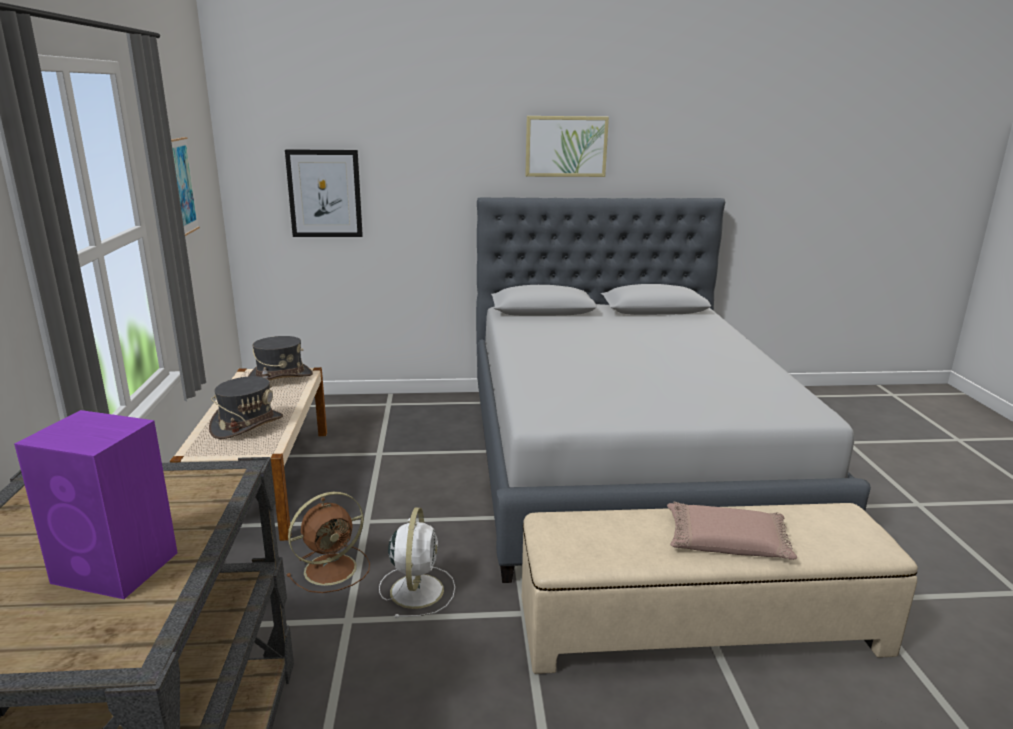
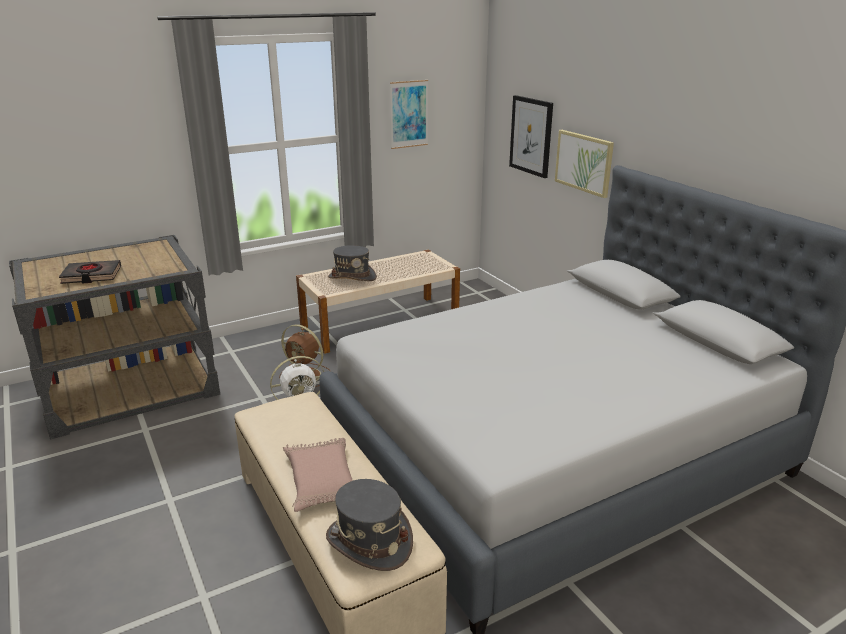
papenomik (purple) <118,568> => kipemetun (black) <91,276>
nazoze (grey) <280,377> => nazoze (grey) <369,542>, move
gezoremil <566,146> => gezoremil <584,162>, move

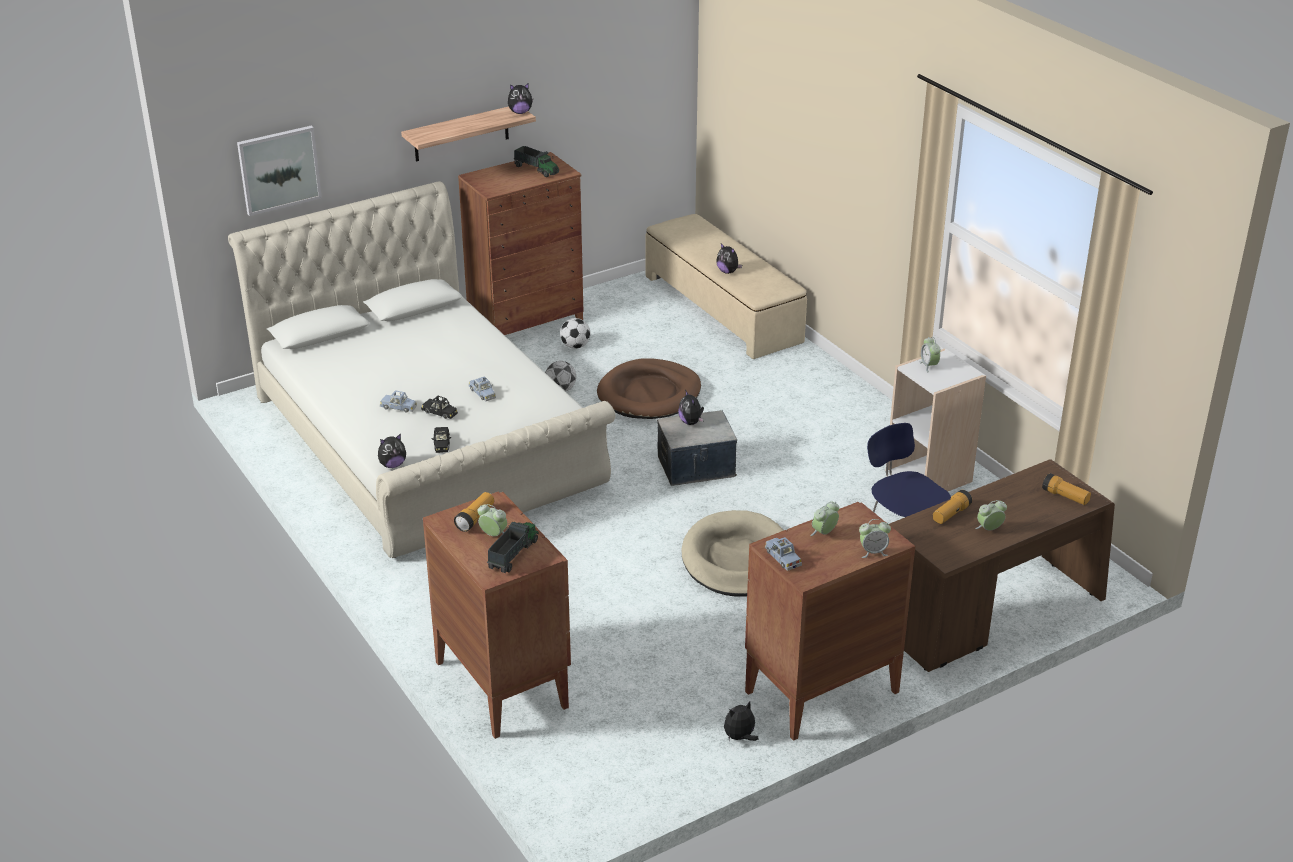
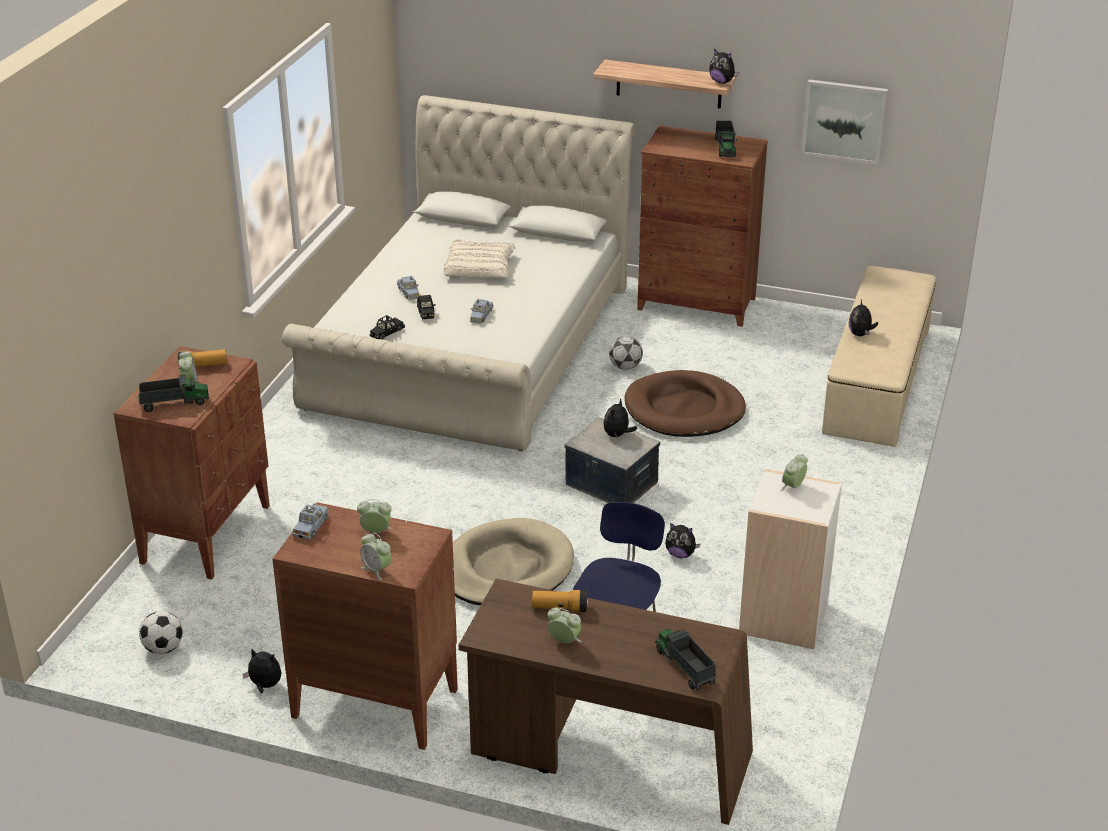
gezoremil <279,169> => gezoremil <844,121>, move
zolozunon <392,465> => zolozunon <680,554>, move
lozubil <575,346> => lozubil <164,648>, move
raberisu <1065,497> => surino <684,666>
nothing => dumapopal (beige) <479,268>

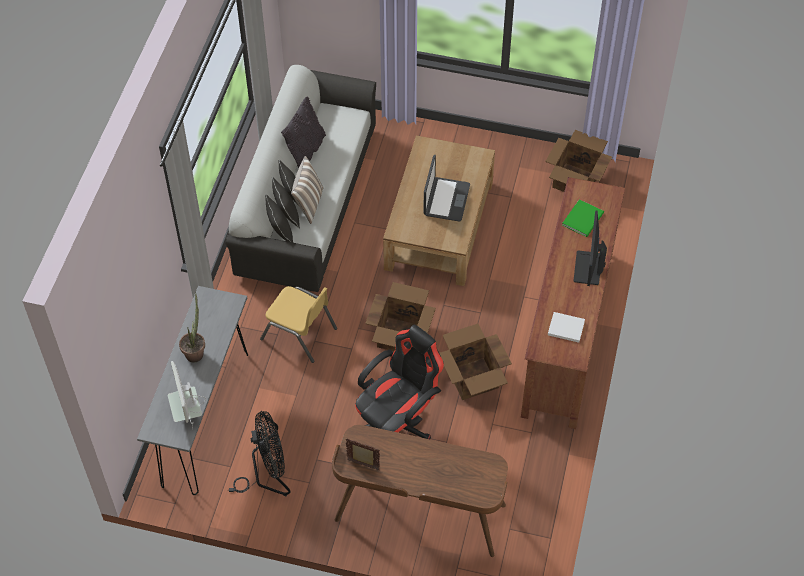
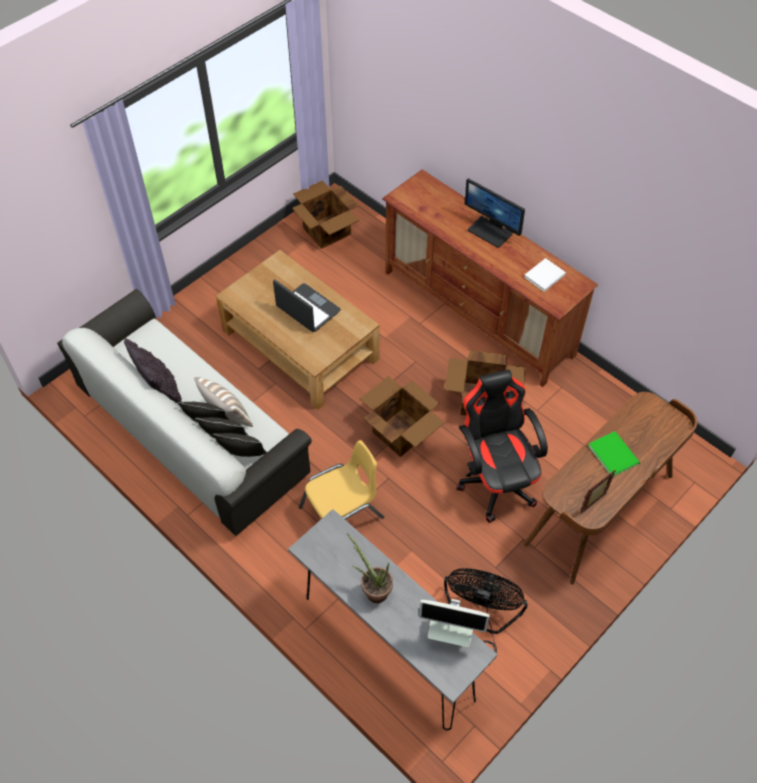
kipemetun (green) <584,218> => kipemetun (green) <613,453>, move

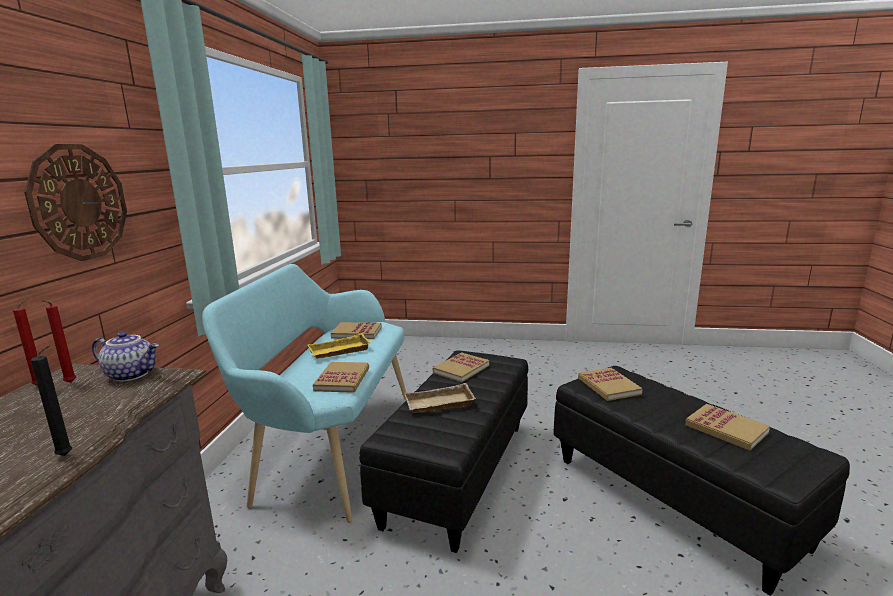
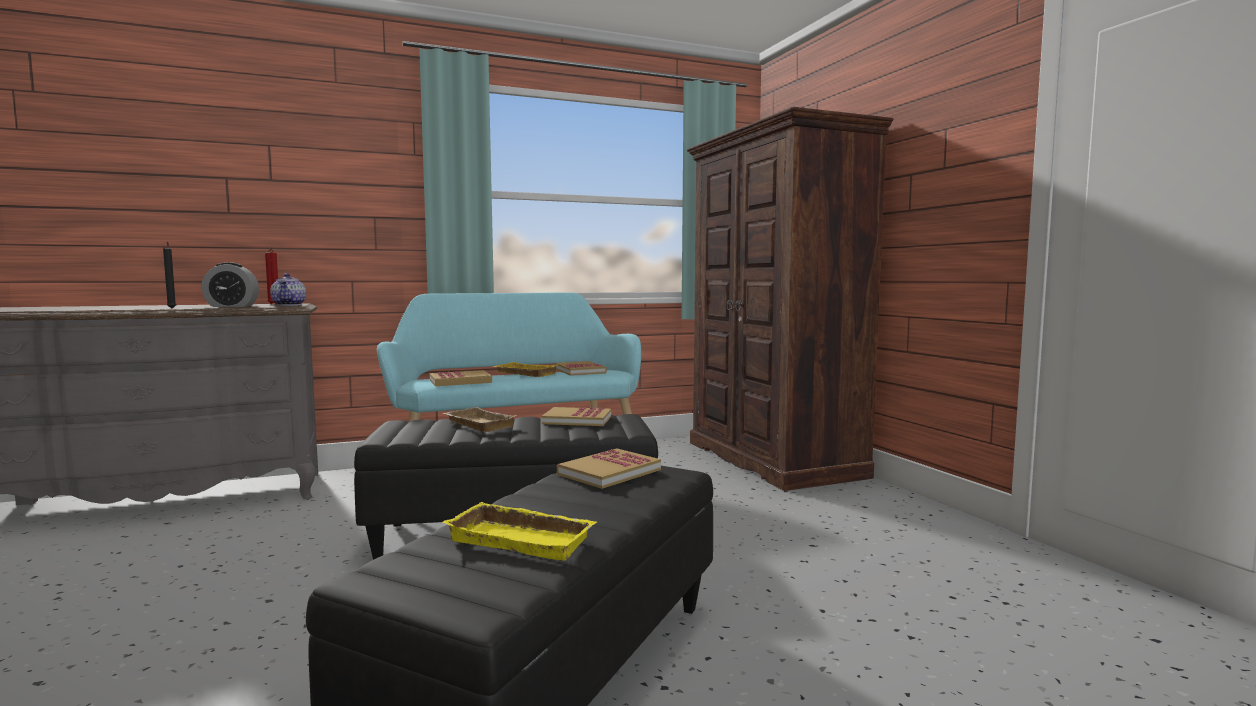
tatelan <79,202> => nothing
kipemetun <726,429> => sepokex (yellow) <524,539>
nothing => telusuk <232,306>
nothing => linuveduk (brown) <772,459>

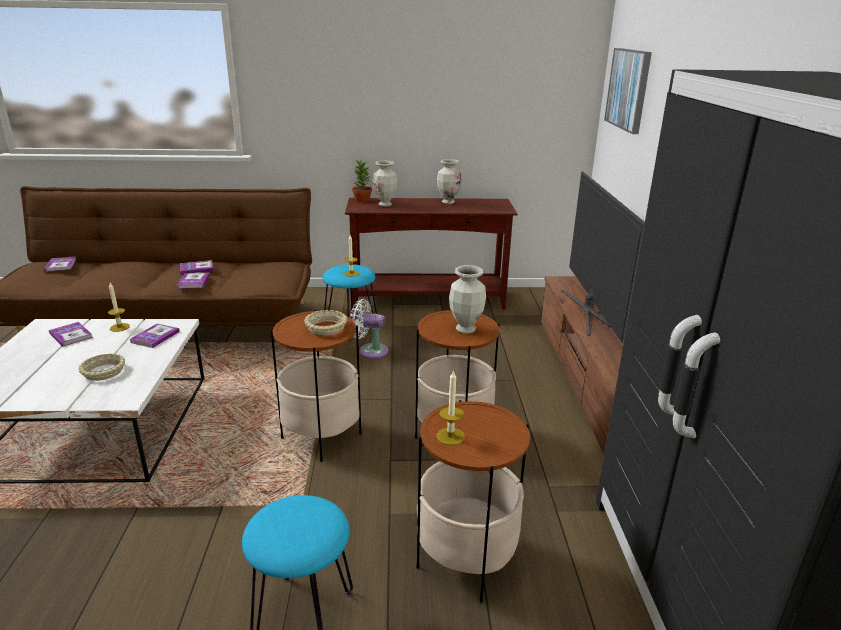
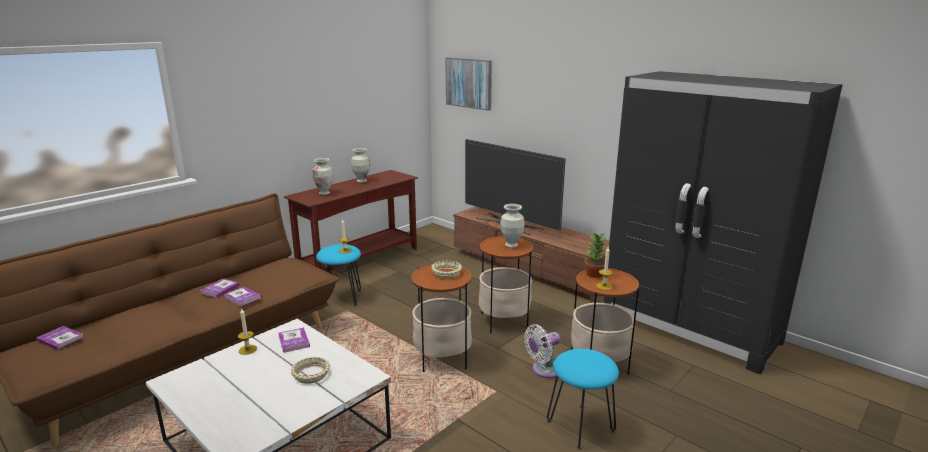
kipemetun <71,335> => nothing
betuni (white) <370,351> => betuni (white) <543,370>, move
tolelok <362,200> => tolelok <594,274>, move

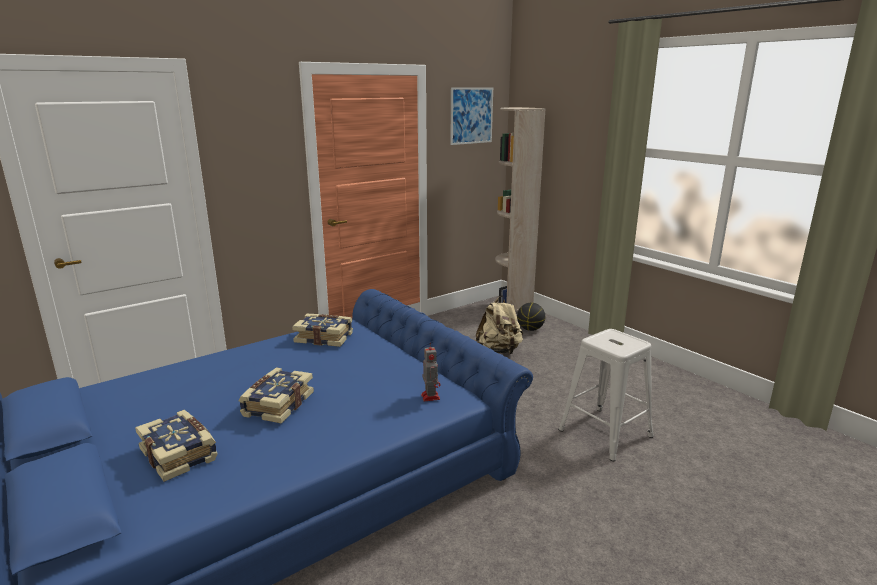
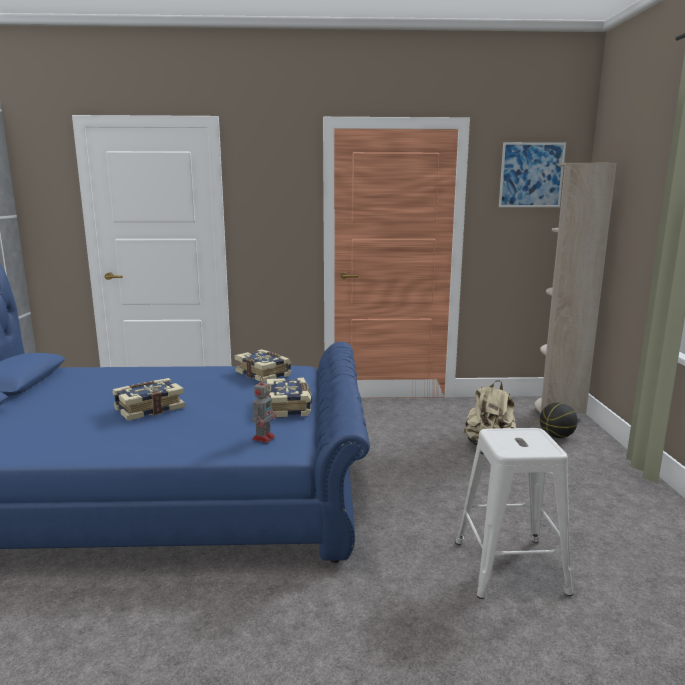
kipemetun <180,454> => kipemetun <289,407>, move

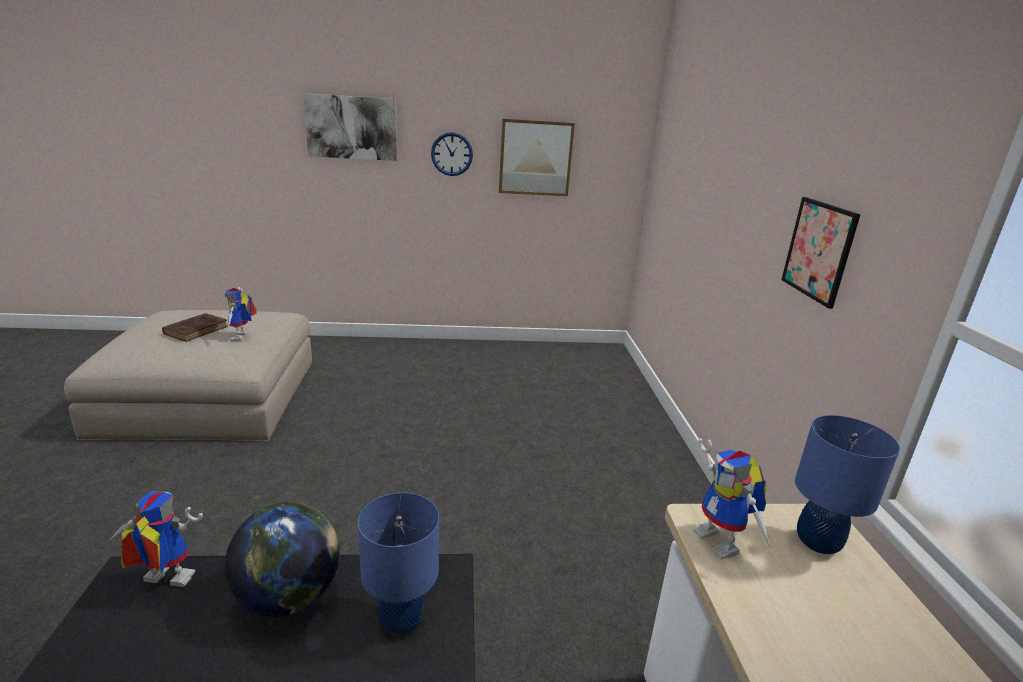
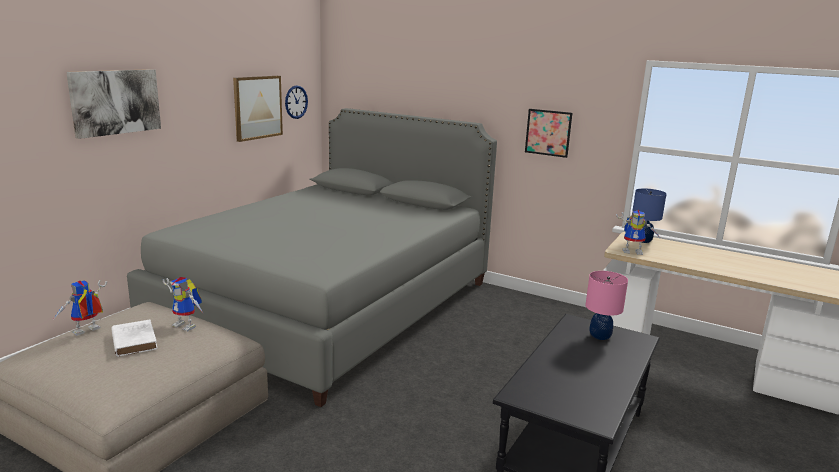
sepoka <161,582> => sepoka <86,332>, move
kipemetun (brown) <197,330> => kipemetun (white) <134,340>
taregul <289,597> => nothing
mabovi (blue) <399,621> => mabovi (pink) <599,337>
tatelan <452,154> => tatelan <296,102>, move
nothing => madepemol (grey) <330,306>

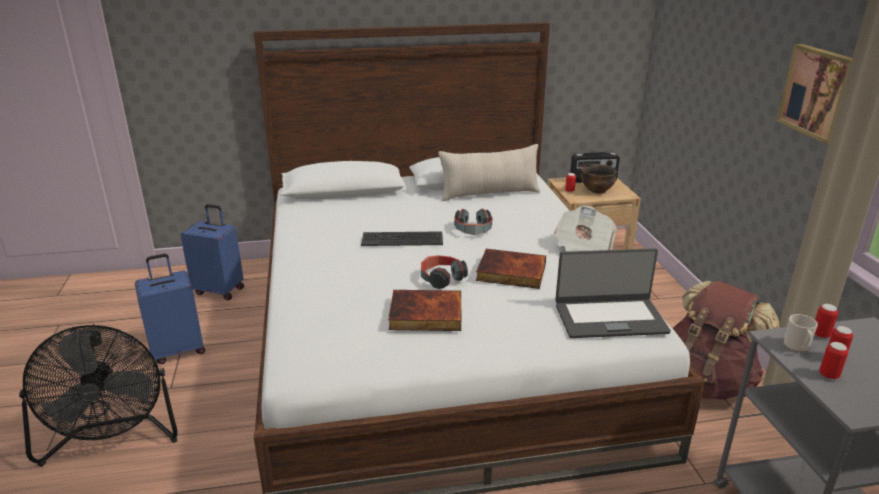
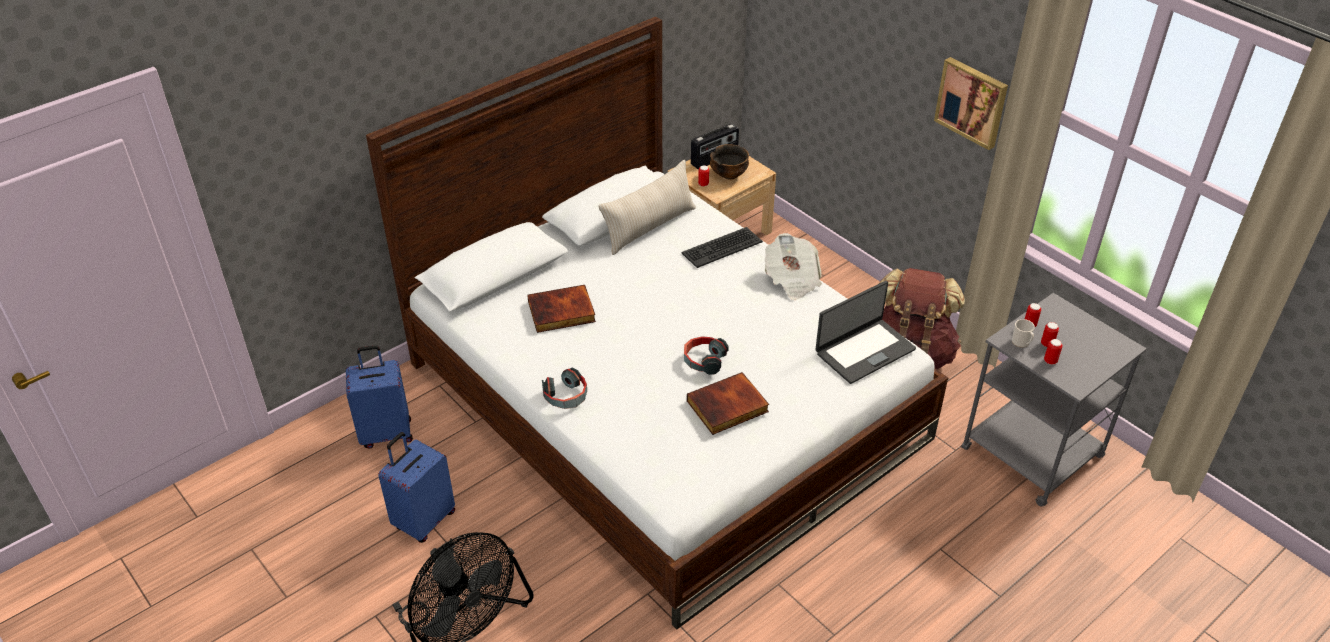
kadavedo <402,239> => kadavedo <721,247>, move
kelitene <473,230> => kelitene <566,396>, move
kipemetun <510,273> => kipemetun <561,312>, move

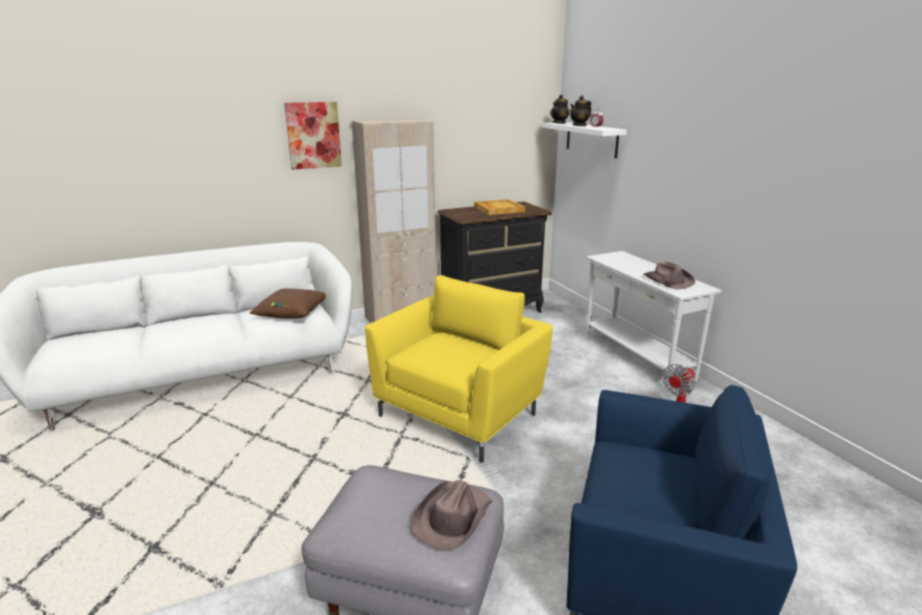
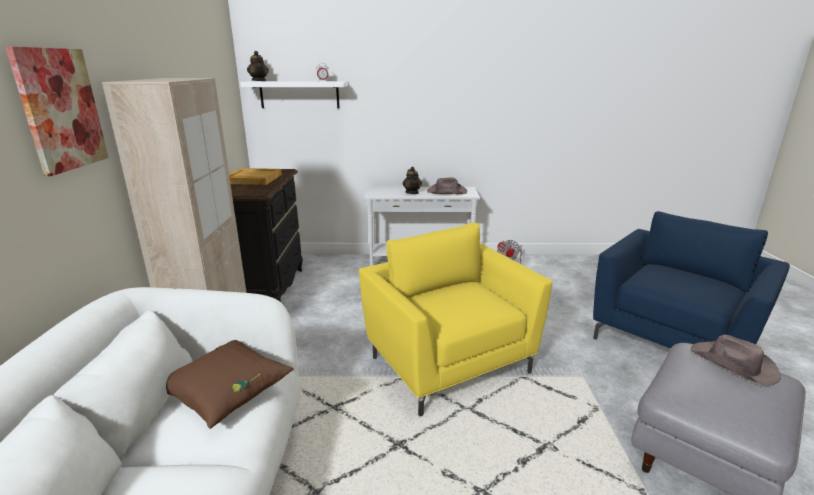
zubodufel <579,125> => zubodufel <412,192>, move

